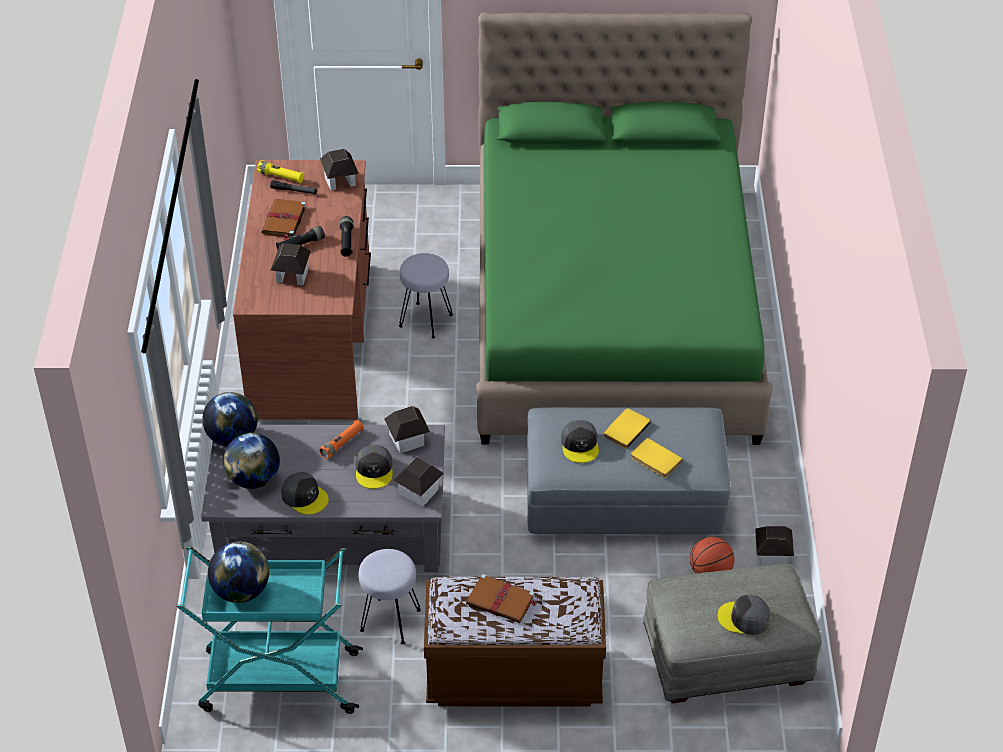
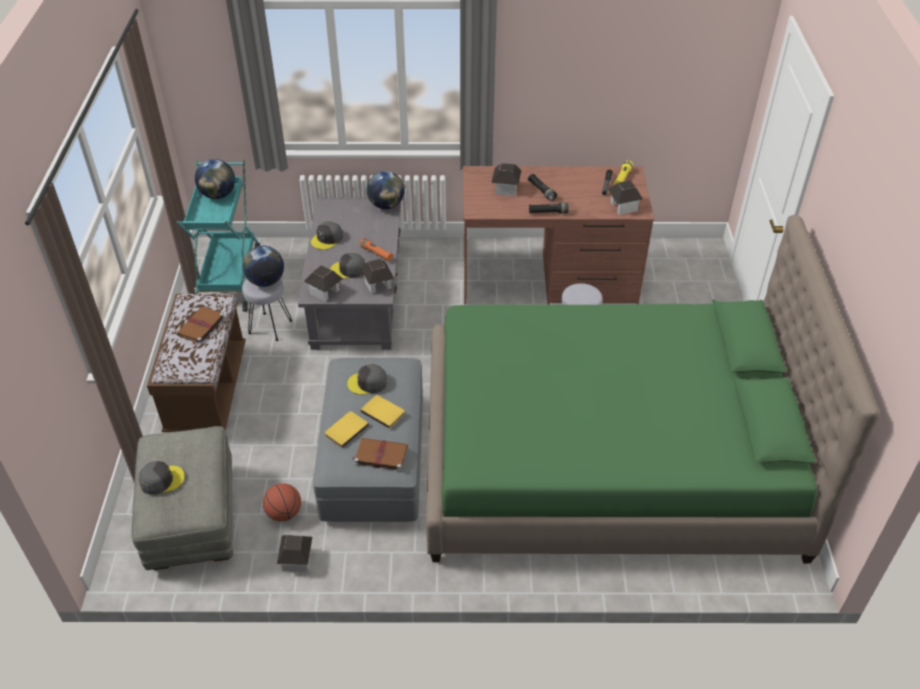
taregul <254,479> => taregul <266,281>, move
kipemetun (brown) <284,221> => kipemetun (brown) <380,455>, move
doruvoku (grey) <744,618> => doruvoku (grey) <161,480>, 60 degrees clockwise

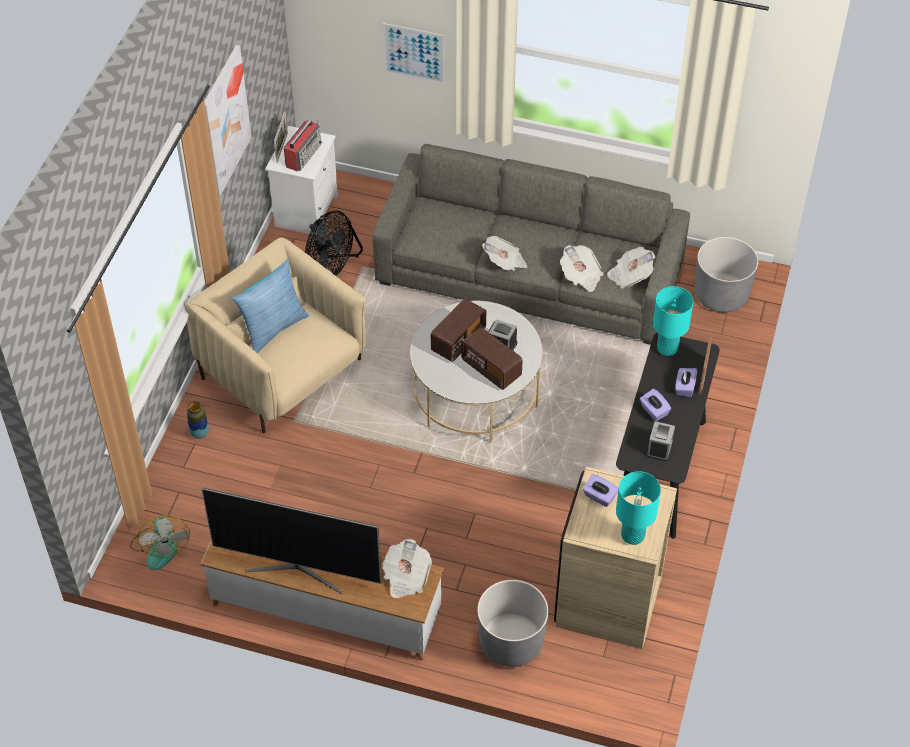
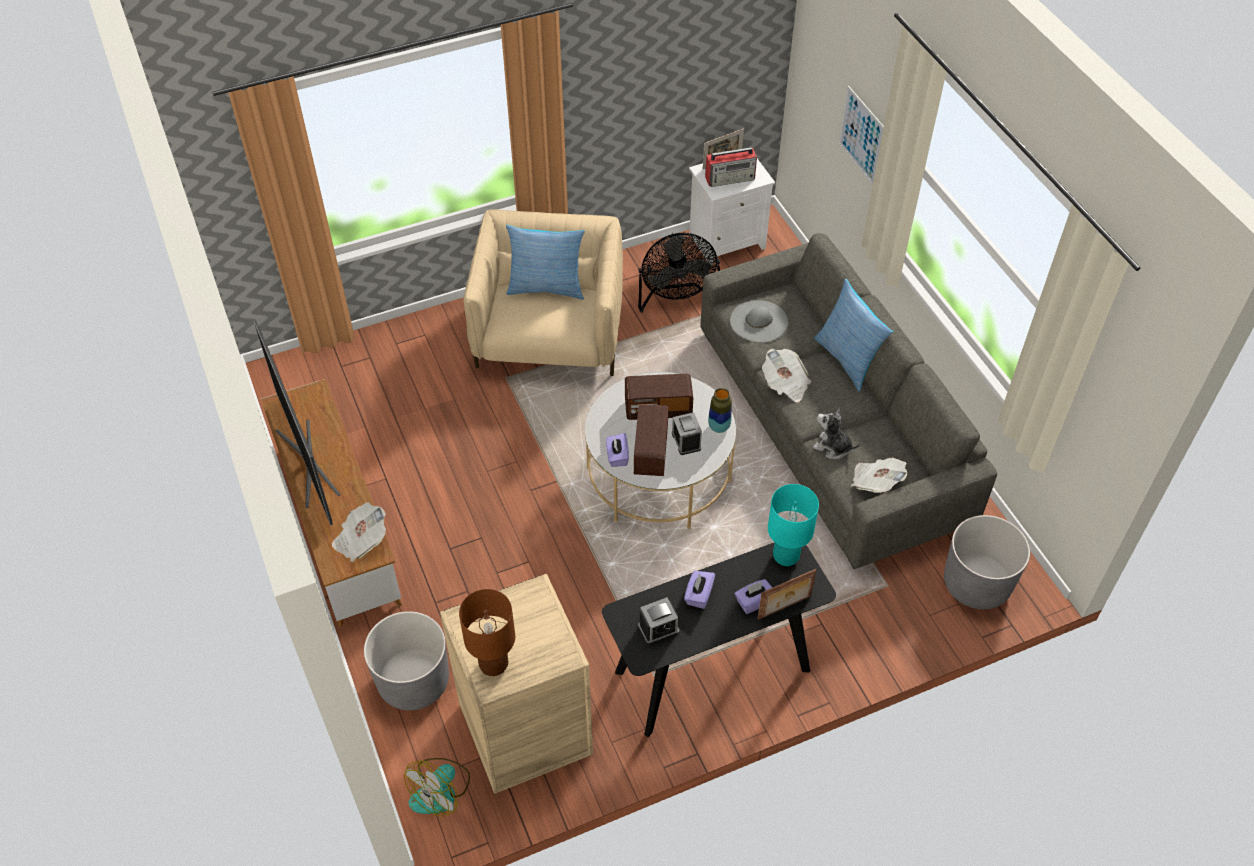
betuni <160,547> => betuni <440,790>, move
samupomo <199,433> => samupomo <719,427>, move
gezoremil <225,121> => nothing
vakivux <581,276> => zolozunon <832,447>
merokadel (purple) <599,497> => merokadel (purple) <617,456>, move
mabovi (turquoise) <632,536> => mabovi (brown) <494,665>
nothing => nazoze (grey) <758,321>
nothing => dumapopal <848,359>

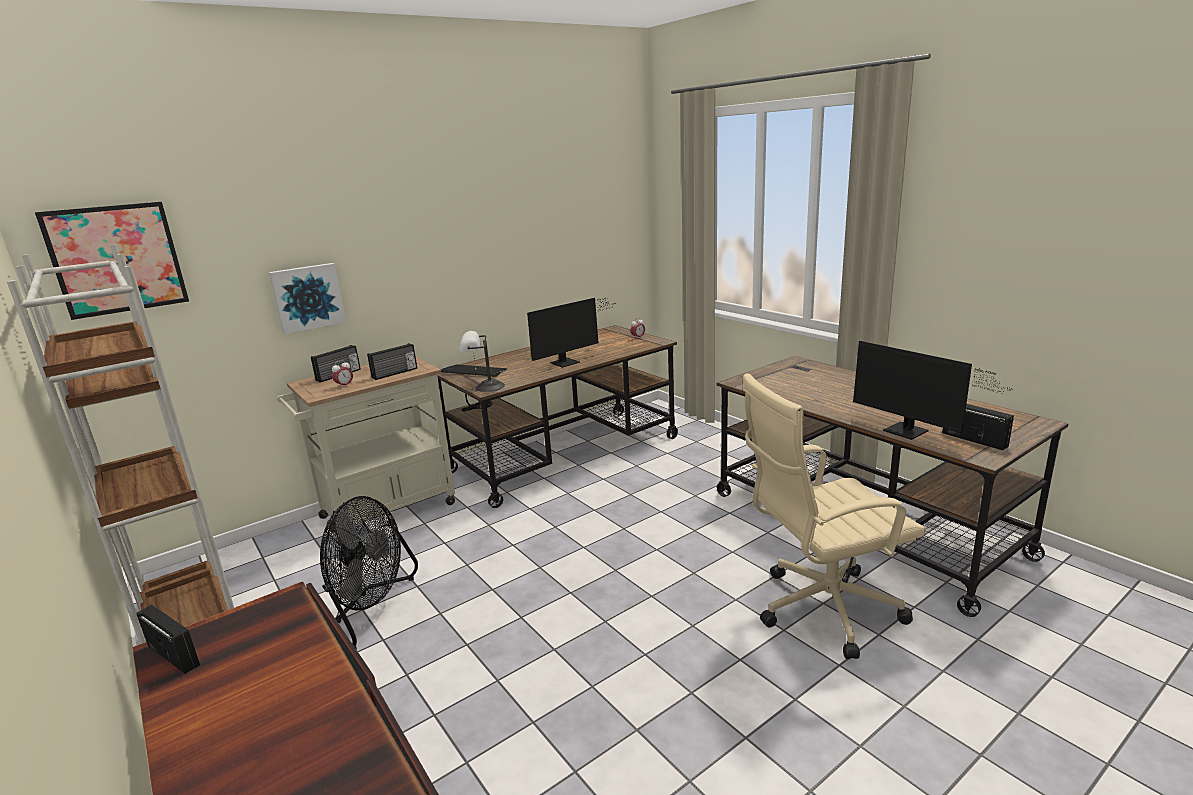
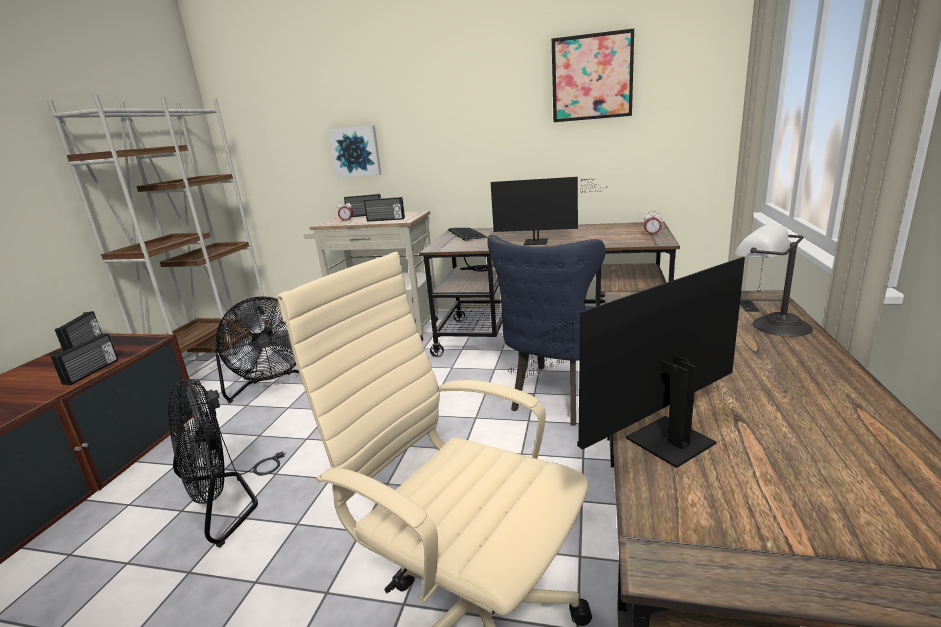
gezoremil <116,259> => gezoremil <592,77>, move
mabovi <483,387> => mabovi <768,324>, move
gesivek <910,433> => gesivek <659,443>, 45 degrees clockwise
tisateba <974,439> => tisateba <92,372>, move
nothing => betuni (black) <228,496>
nothing => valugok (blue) <559,396>

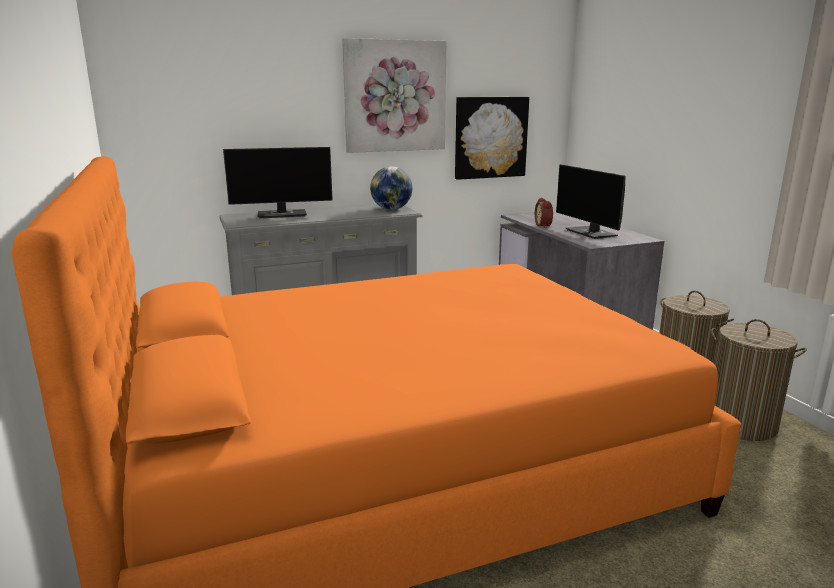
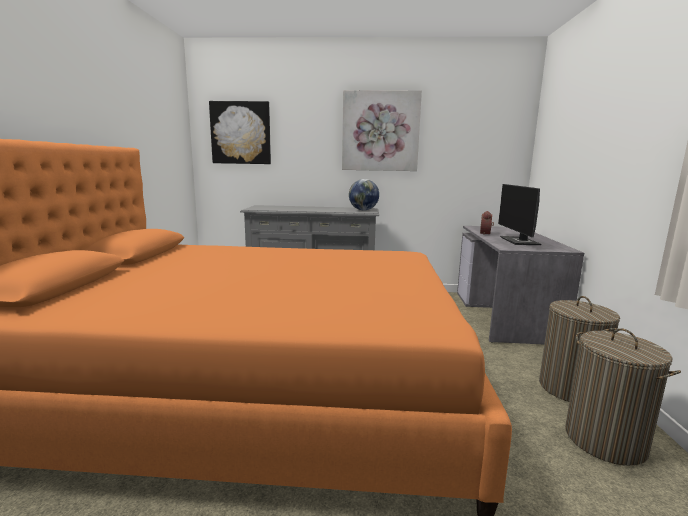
gesivek <283,214> => nothing
gezoremil <490,137> => gezoremil <241,133>, move

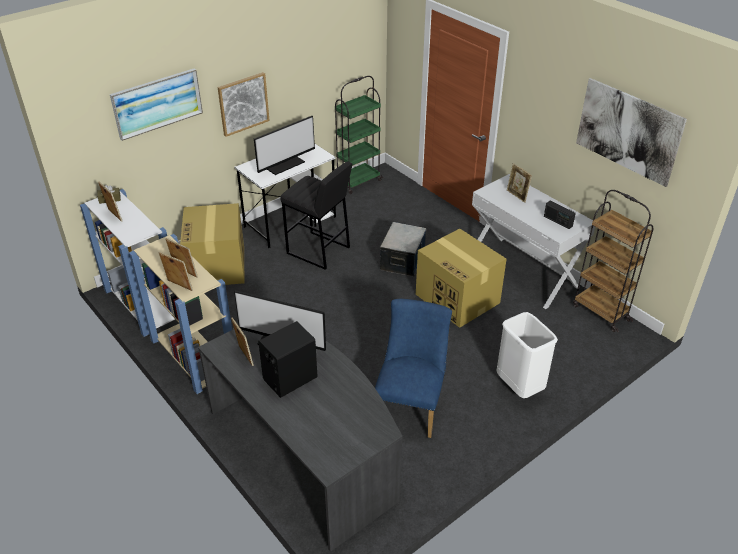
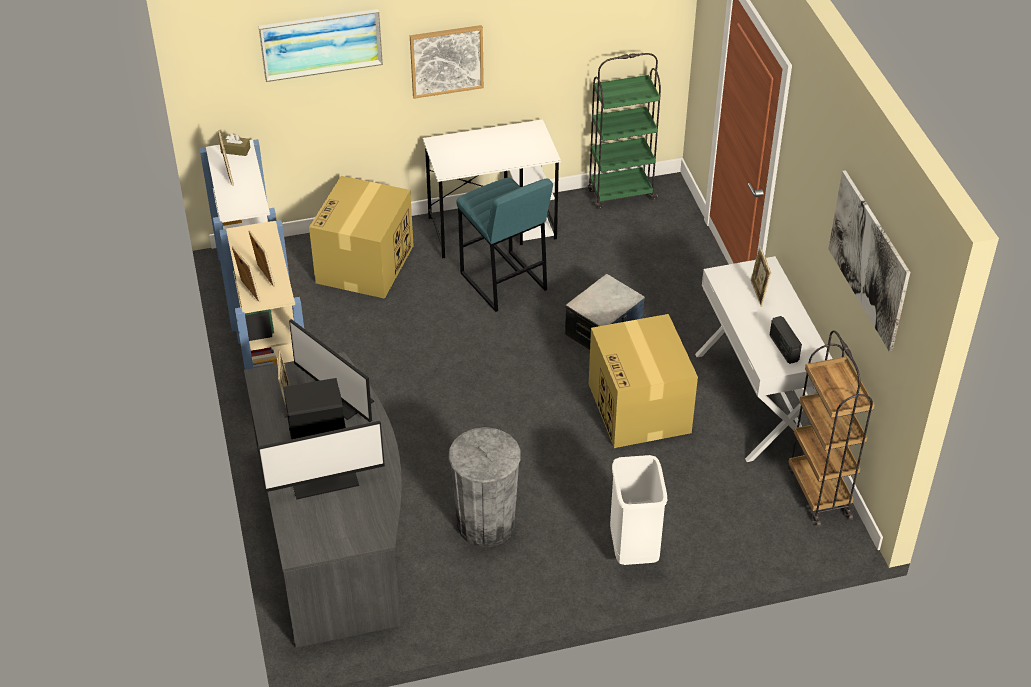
gesivek <284,164> => gesivek <324,480>, move
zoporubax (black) <319,251> => zoporubax (turquoise) <504,283>
valugok (blue) <411,405> => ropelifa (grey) <486,524>

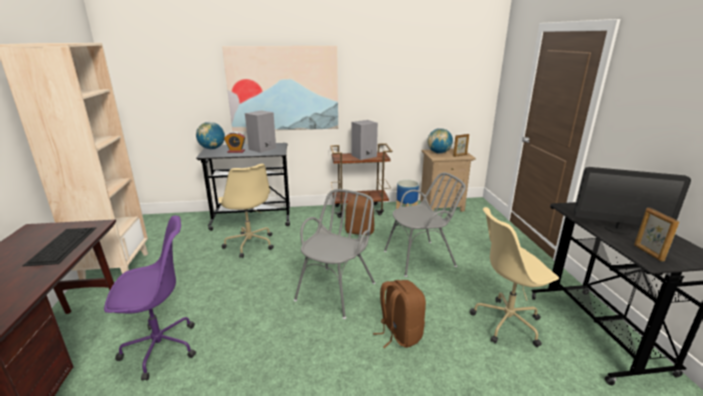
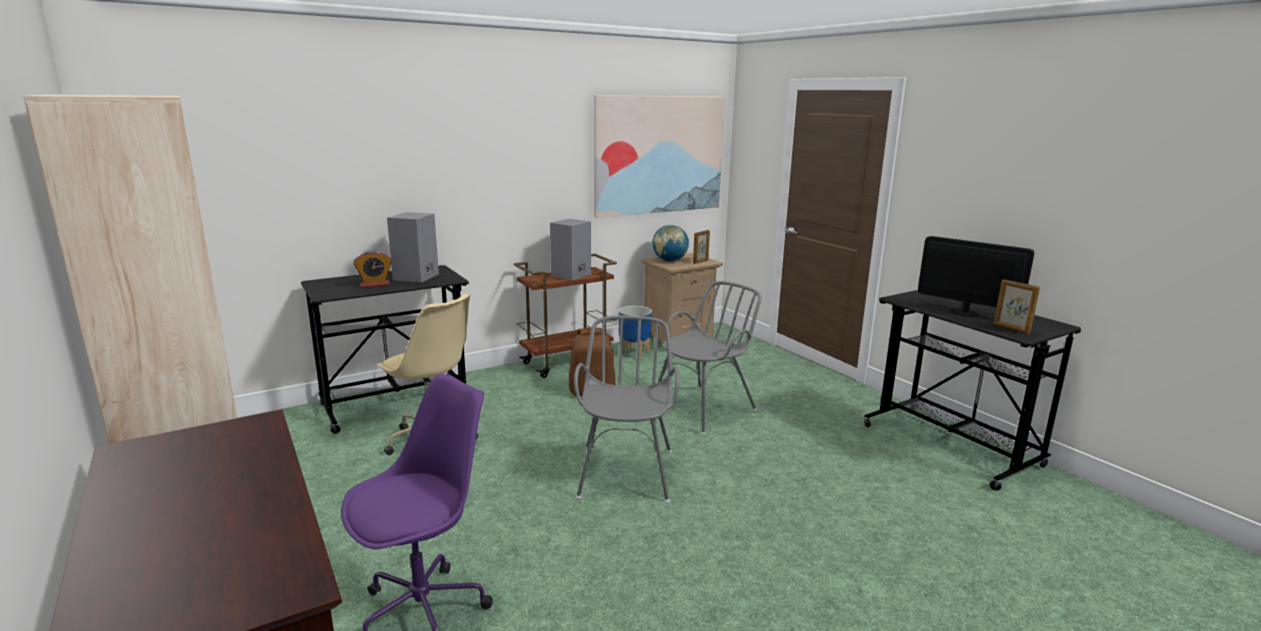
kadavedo <62,245> => nothing
taregul <212,149> => nothing
gezoremil <283,89> => gezoremil <659,155>, move
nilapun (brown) <399,334> => nothing
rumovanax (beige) <505,323> => nothing
gesivek <617,229> => gesivek <965,312>, 135 degrees counterclockwise

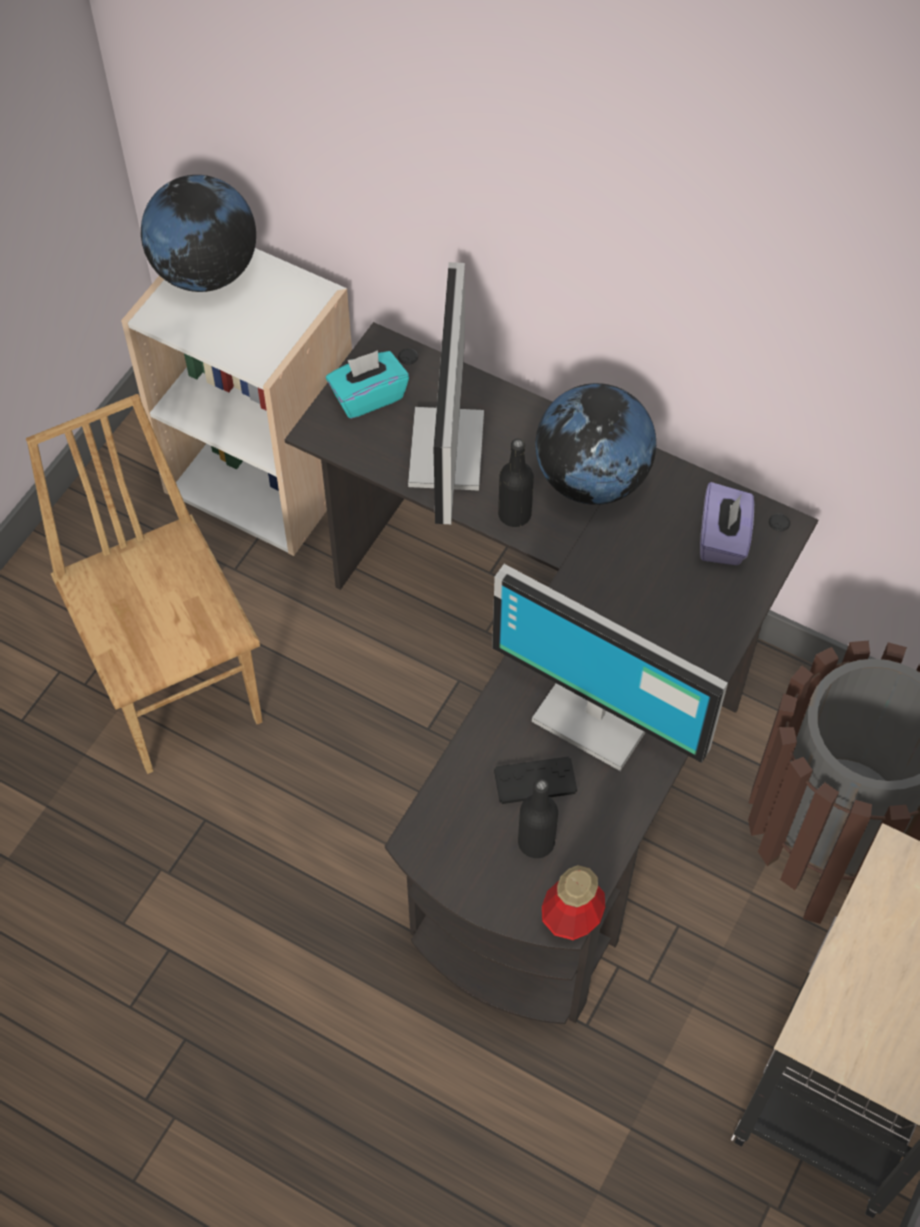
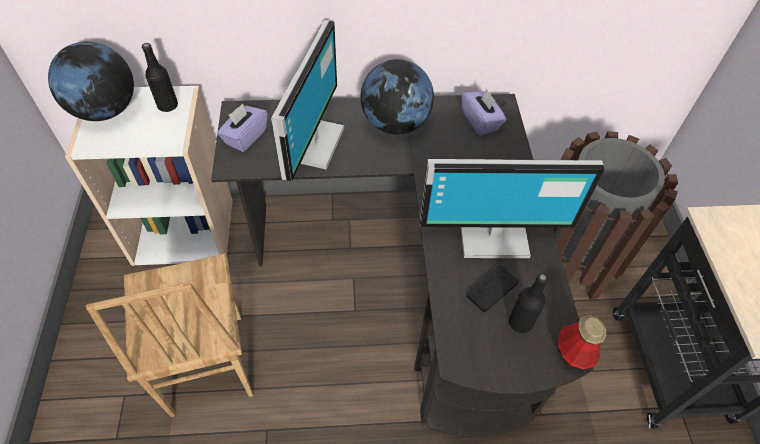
valugok (brown) <179,689> => valugok (brown) <205,365>, 135 degrees counterclockwise
merokadel (turquoise) <368,396> => merokadel (purple) <245,137>
gesivek <451,450> => gesivek <312,143>, 135 degrees counterclockwise
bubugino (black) <514,514> => bubugino (black) <168,105>, move

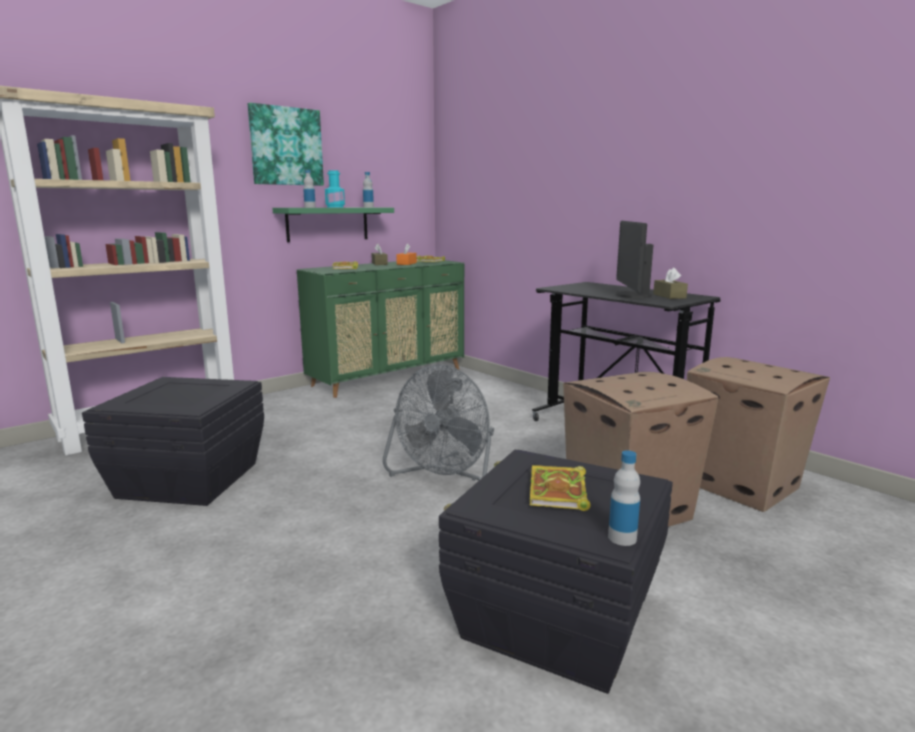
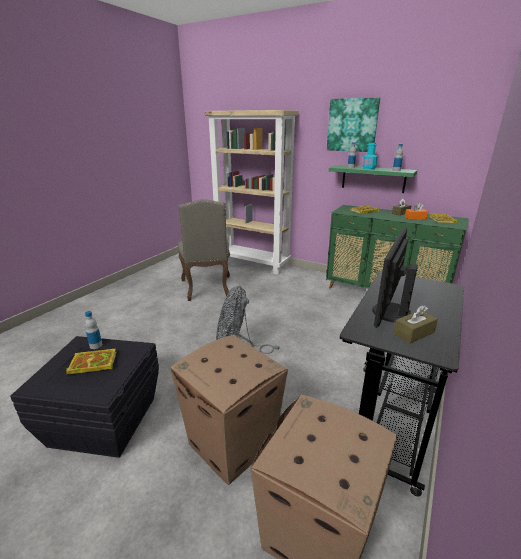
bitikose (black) <187,480> => valugok (grey) <207,288>
bubugino <622,538> => bubugino <96,345>, move
gesivek <631,295> => gesivek <389,312>, 45 degrees counterclockwise

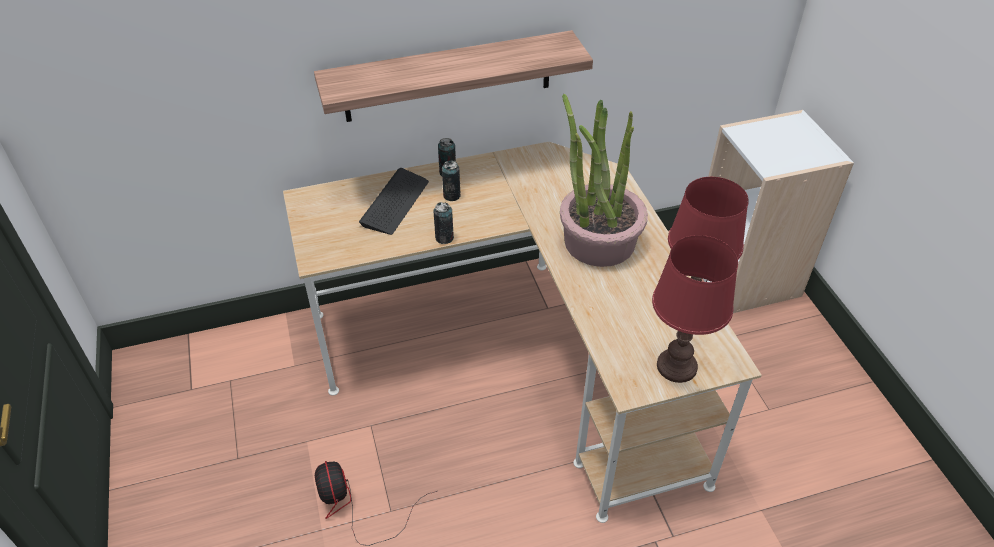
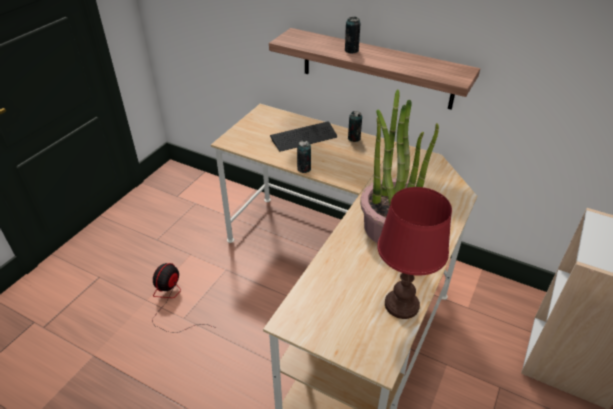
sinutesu <451,195> => sinutesu <351,50>, move
mabovi (red) <677,366> => nothing

